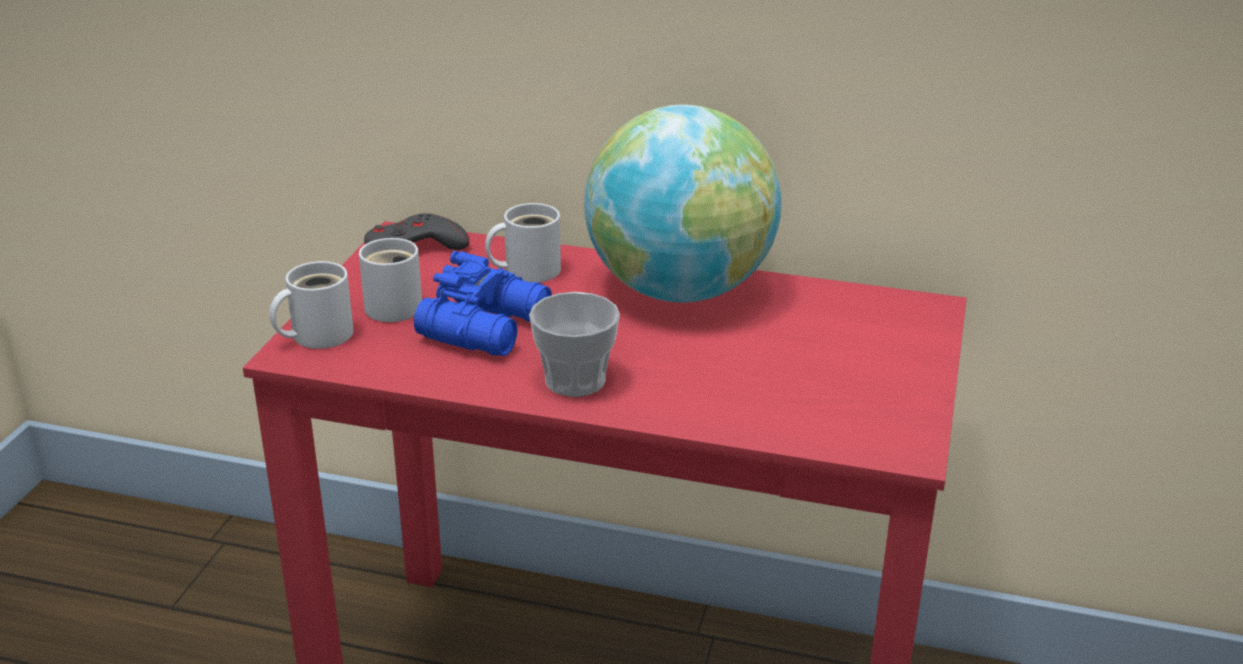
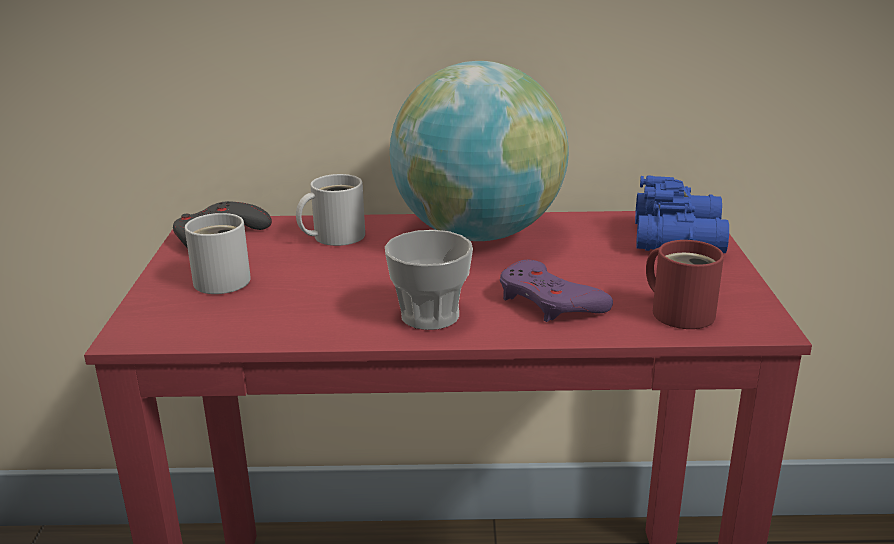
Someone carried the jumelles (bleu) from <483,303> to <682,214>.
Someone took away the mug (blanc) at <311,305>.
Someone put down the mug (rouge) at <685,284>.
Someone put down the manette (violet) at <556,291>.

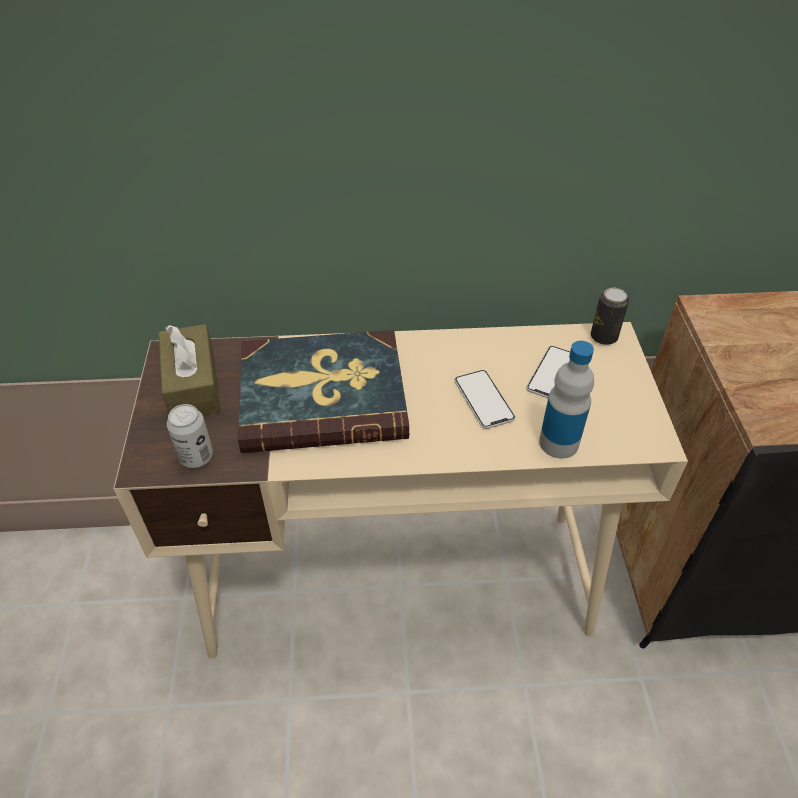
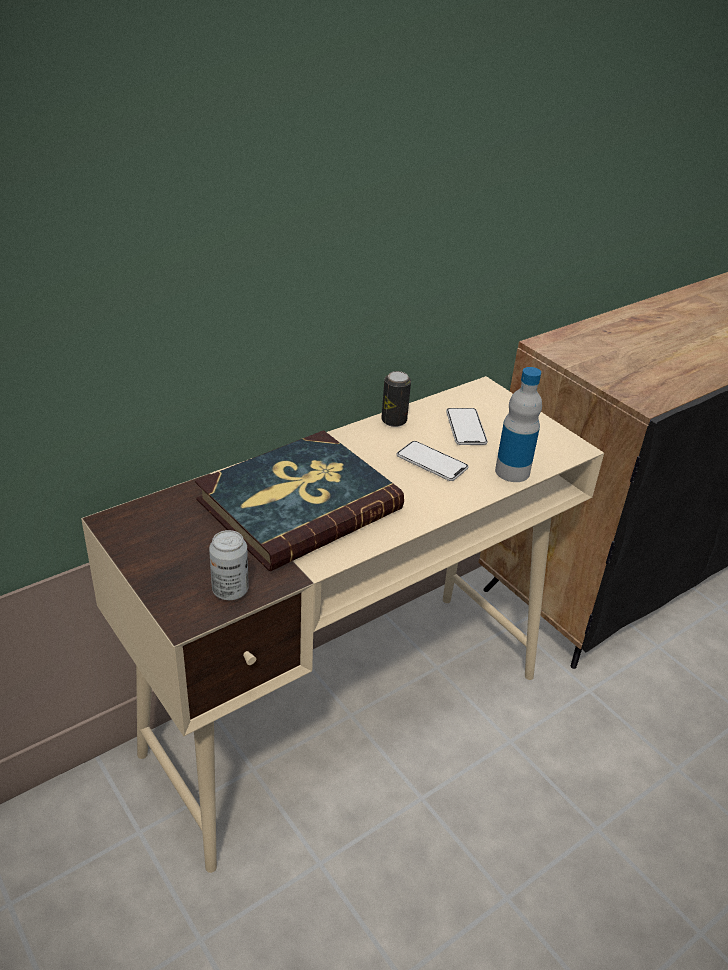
Someone carried the boîte métallique from <610,316> to <396,399>.
Someone took away the boîte à mouchoirs (marron) at <190,369>.

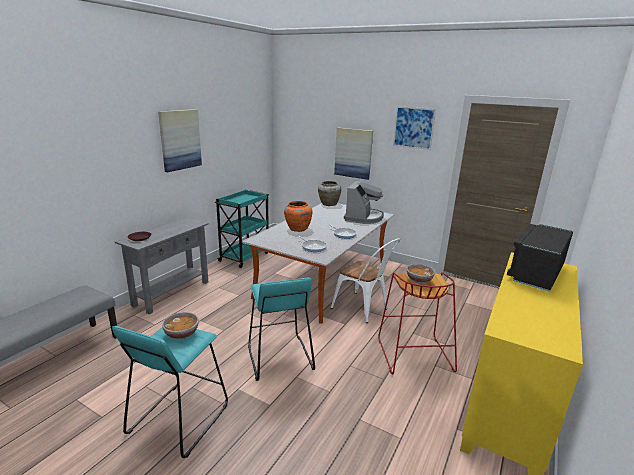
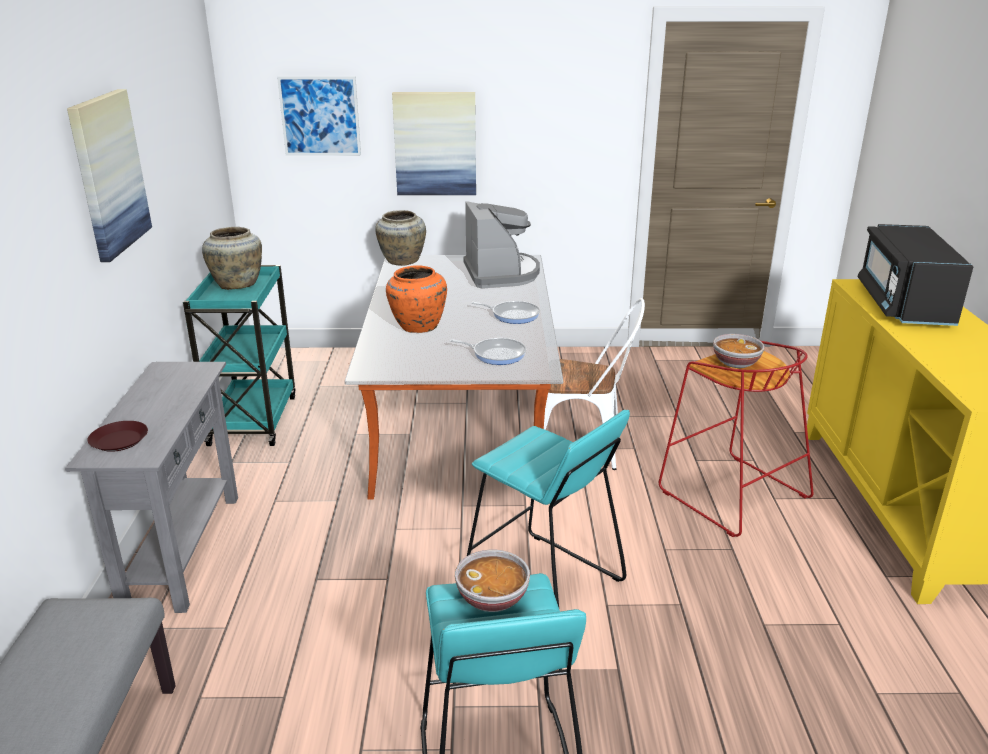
Someone carried the tableau from <414,128> to <319,116>.
Someone put down the vase (beige) at <232,258>.

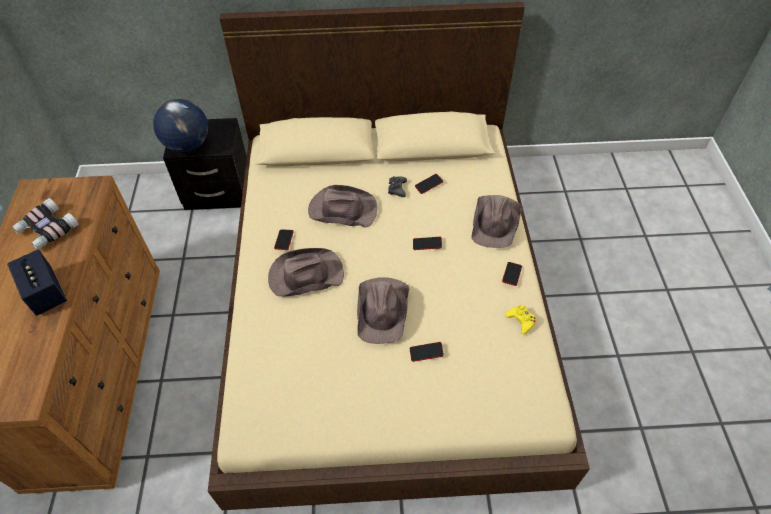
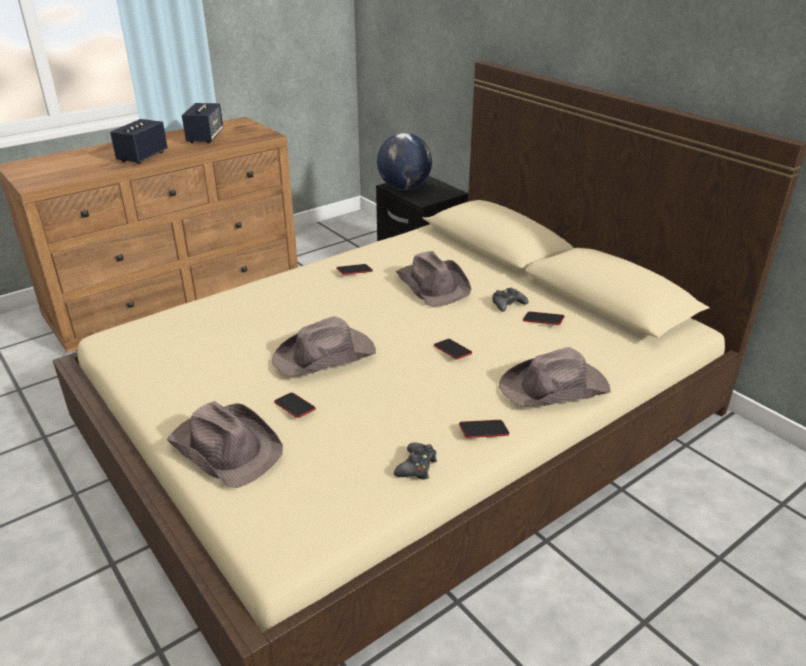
Someone swapped the jumelles at <45,224> for the enceinte at <202,123>.
Someone carried the chapeau (marron) from <306,272> to <225,444>.
Someone repainted the manette (jaune) at <520,320>, which became the manette (noir) at <415,461>.

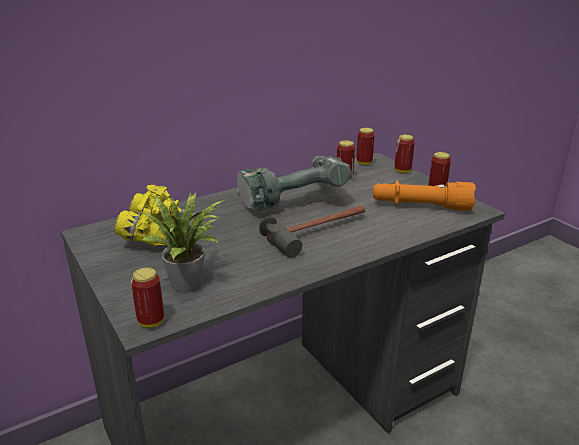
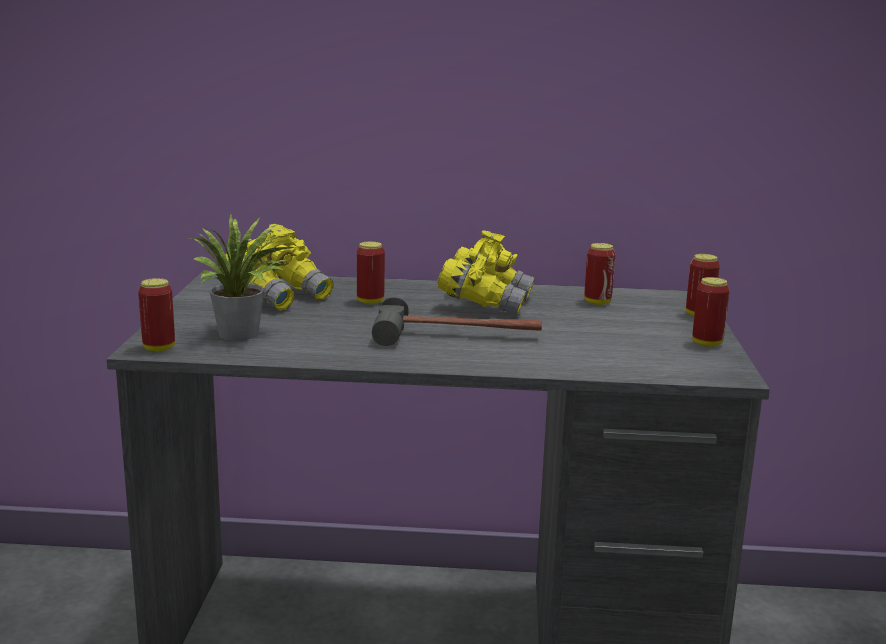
Someone carried the boîte métallique from <366,146> to <371,272>.
Someone swapped the perceuse at <293,183> for the jumelles (jaune) at <486,272>.
Someone took away the lampe de poche (orange) at <424,196>.

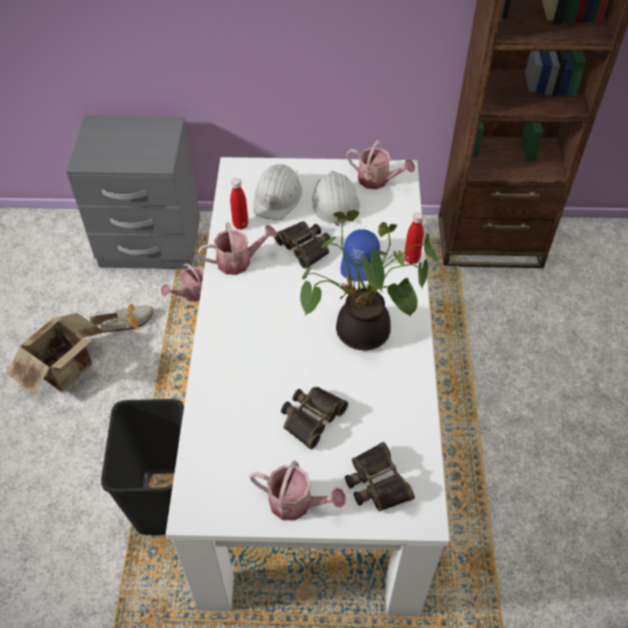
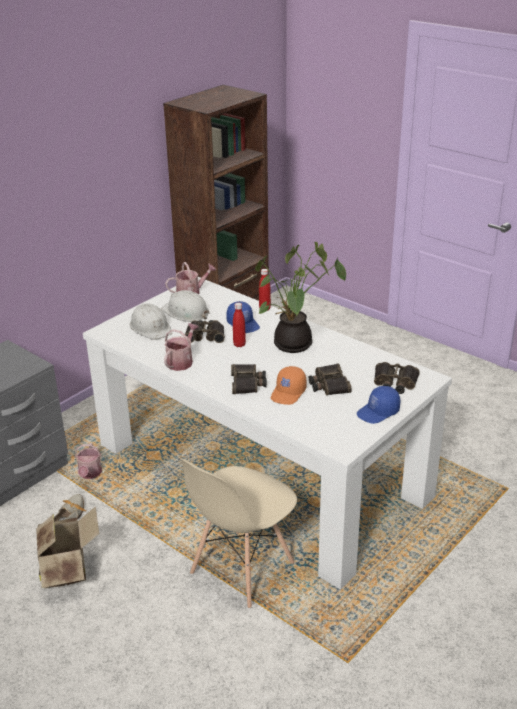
Someone carried the bouteille (rouge) from <239,204> to <239,325>.
Someone swapped the poubelle (noir) at <142,467> for the chaise (beige) at <239,534>.
Someone swapped the arrosoir at <297,491> for the casquette (bleu) at <378,405>.
Someone put down the jumelles at <249,379>.
Someone put down the casquette (orange) at <289,385>.

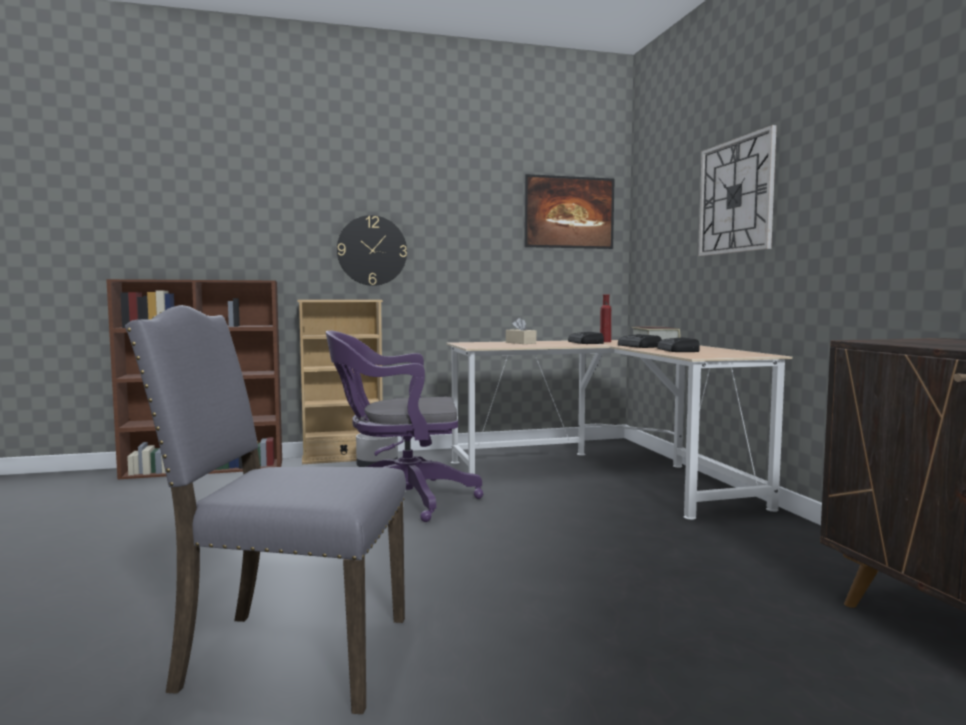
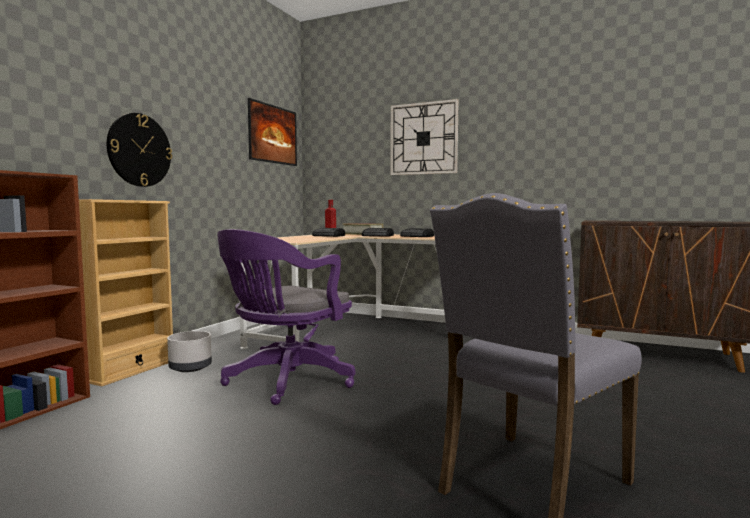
Someone took away the boîte à mouchoirs (beige) at <521,331>.

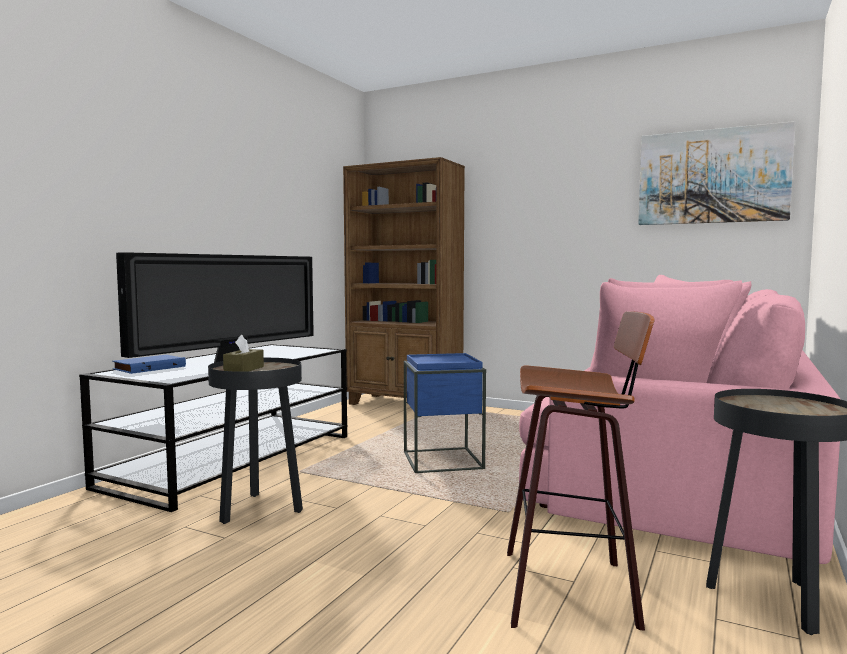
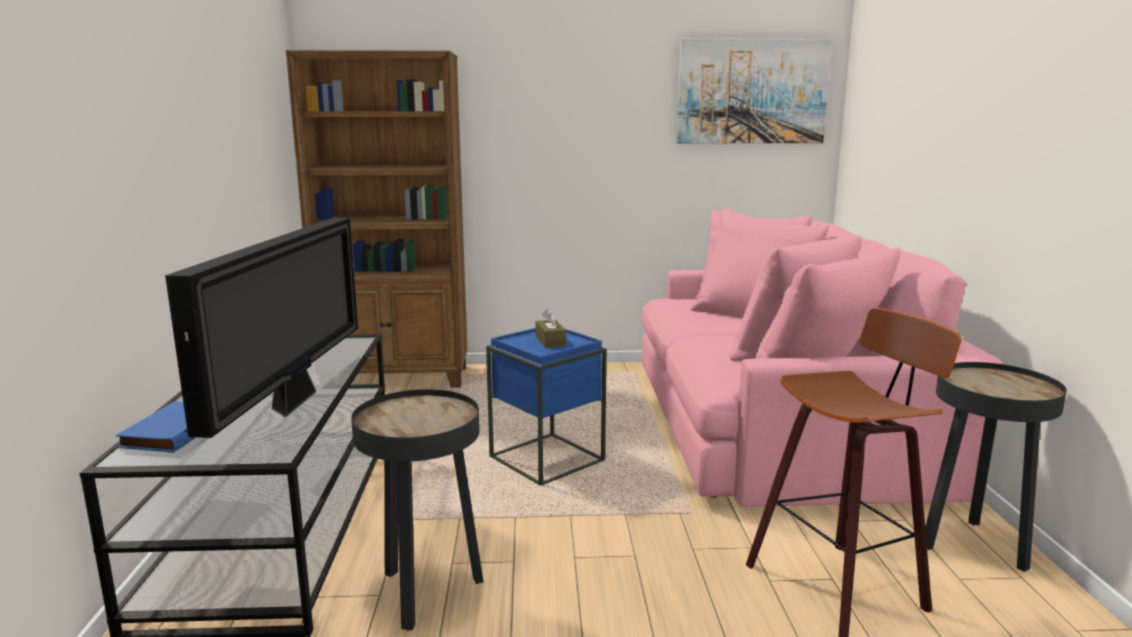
Someone carried the boîte à mouchoirs (marron) from <243,353> to <550,328>.

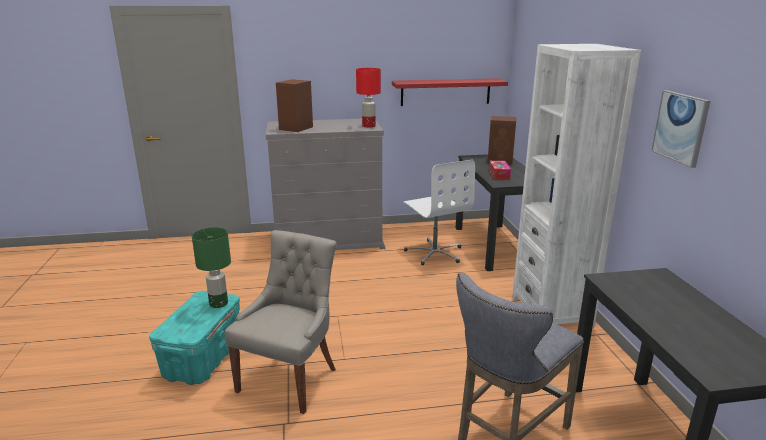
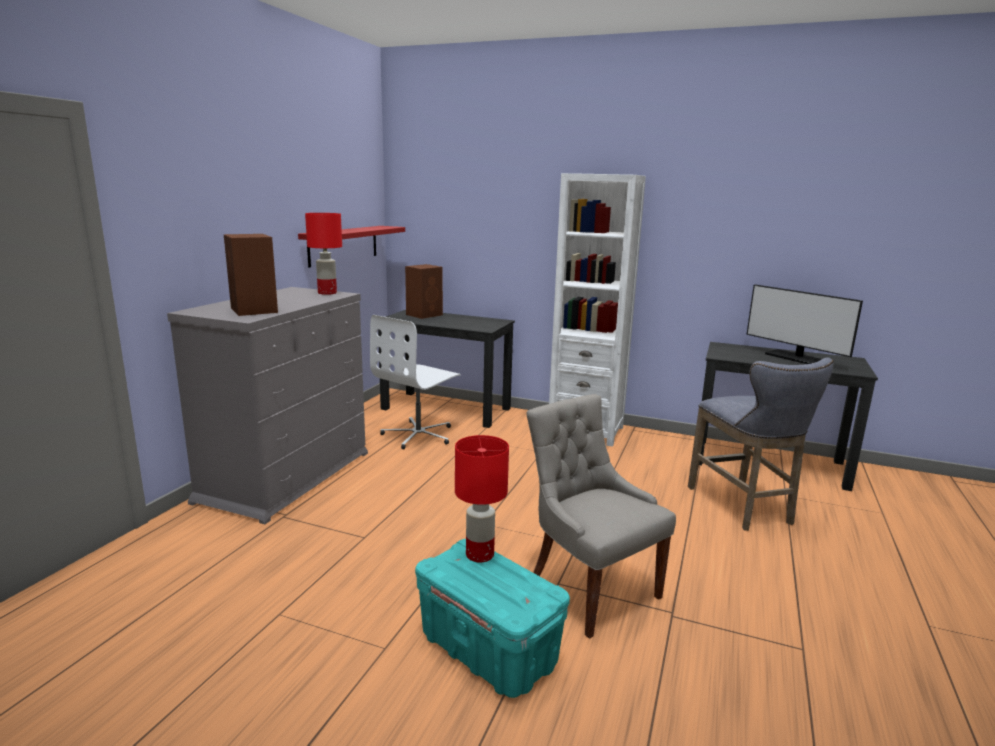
Someone took away the tableau at <680,129>.
Someone rotated the chaise de bureau (blanc) at <439,212> by 120 degrees clockwise.
Someone took away the boîte à mouchoirs at <500,170>.
Someone repainted the lampe de table (vert) at <211,267>, which became the lampe de table (rouge) at <482,499>.
Someone put down the écran d'ordinateur at <804,324>.

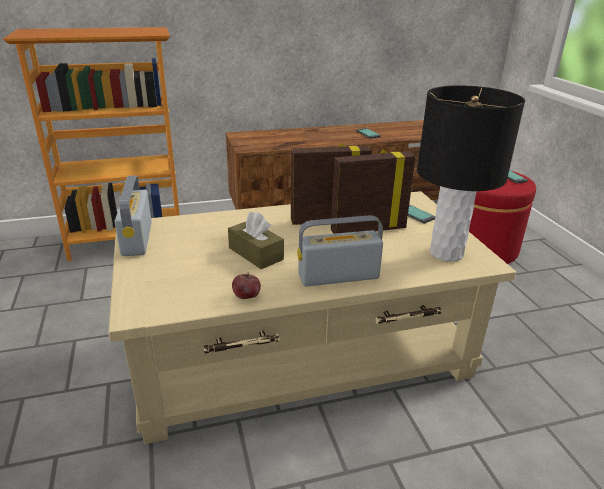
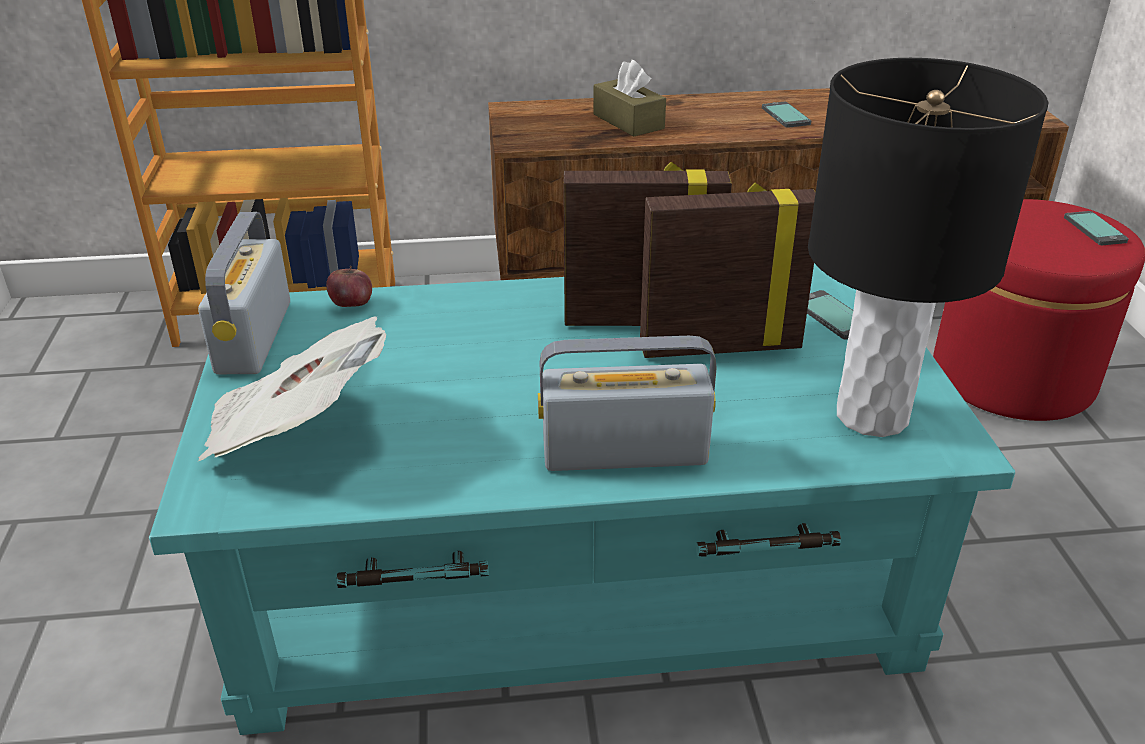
Someone repainted the table basse (beige) at <312,317>, which became the table basse (turquoise) at <582,499>.
Someone carried the boîte à mouchoirs (marron) from <256,240> to <629,98>.
Someone carried the pomme from <246,285> to <349,286>.
Someone put down the journal at <292,388>.

